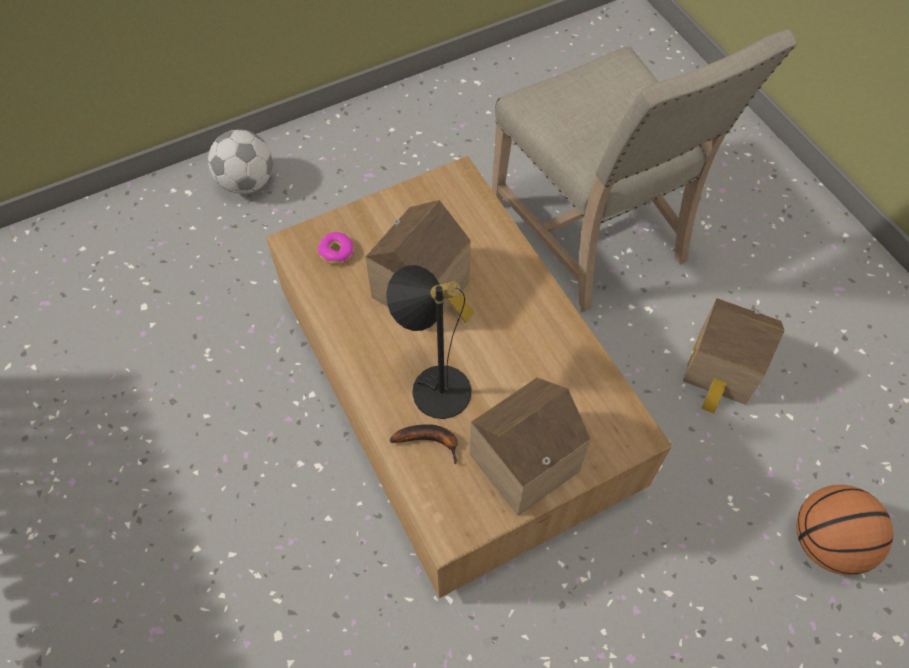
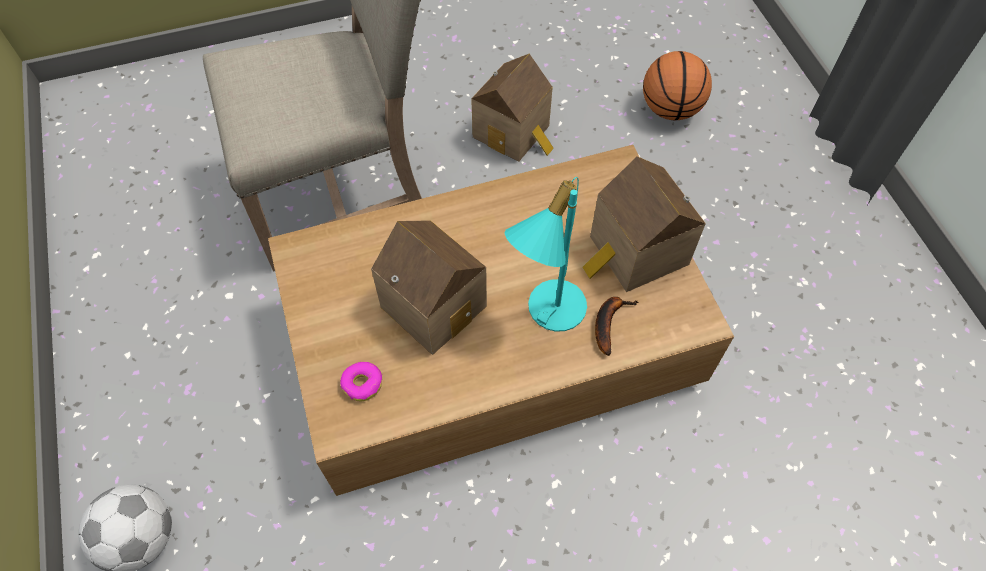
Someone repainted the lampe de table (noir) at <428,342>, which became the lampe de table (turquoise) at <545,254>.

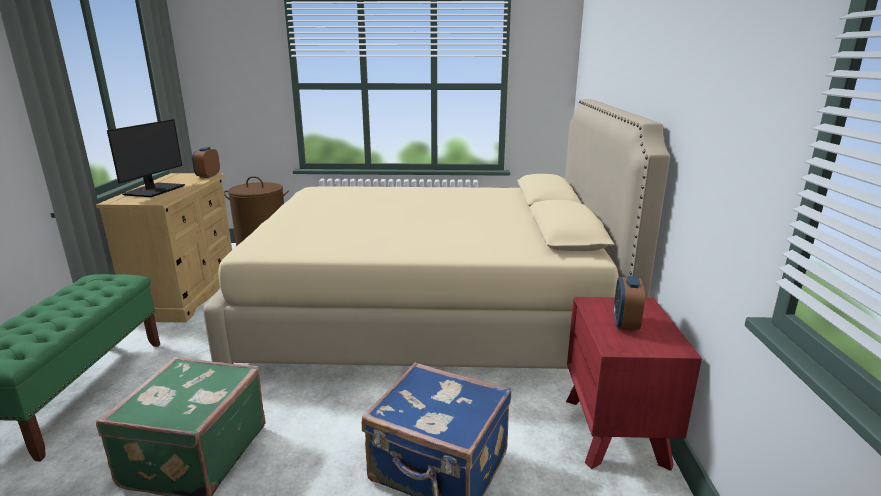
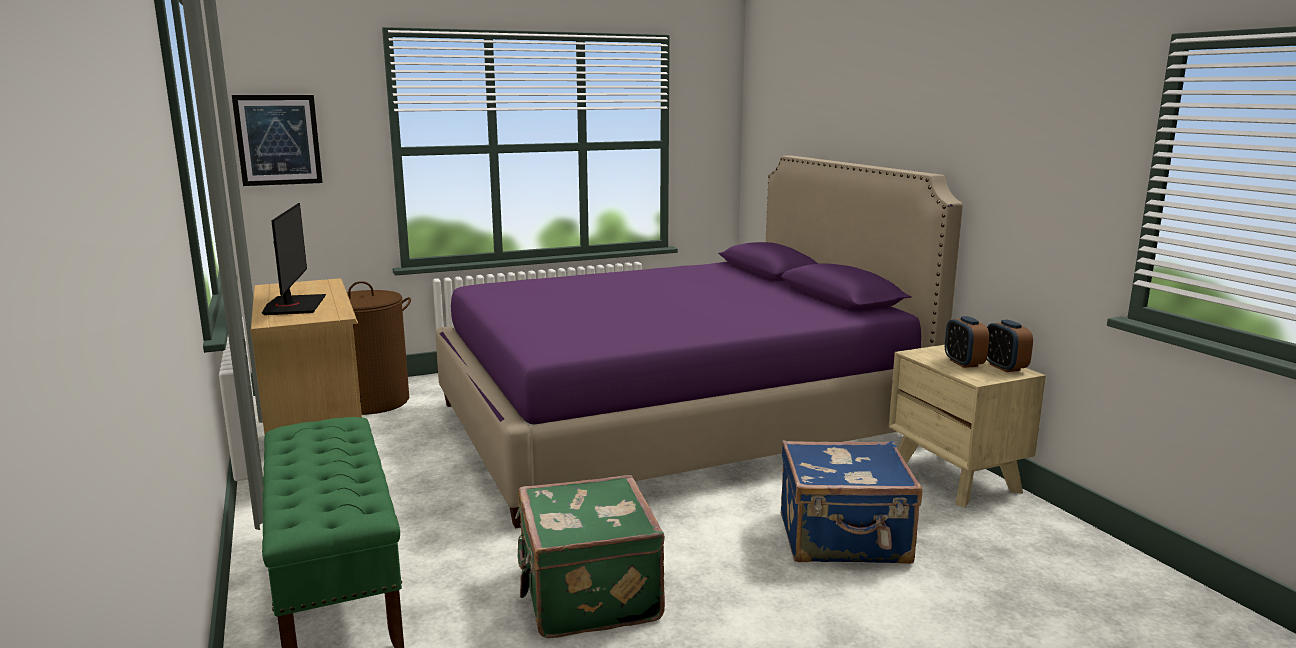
Someone repainted the lit (beige) at <436,234>, which became the lit (violet) at <699,342>.
Someone carried the réveil from <206,162> to <1009,346>.
Someone repainted the table de chevet (rouge) at <634,384>, which became the table de chevet (beige) at <967,426>.
Someone put up the tableau at <277,140>.

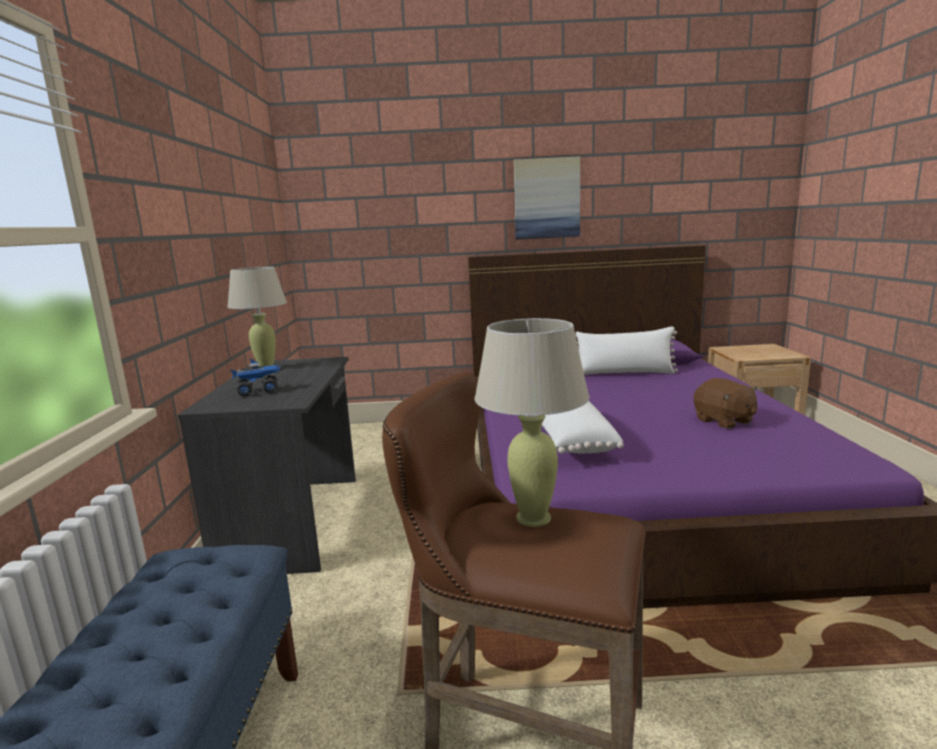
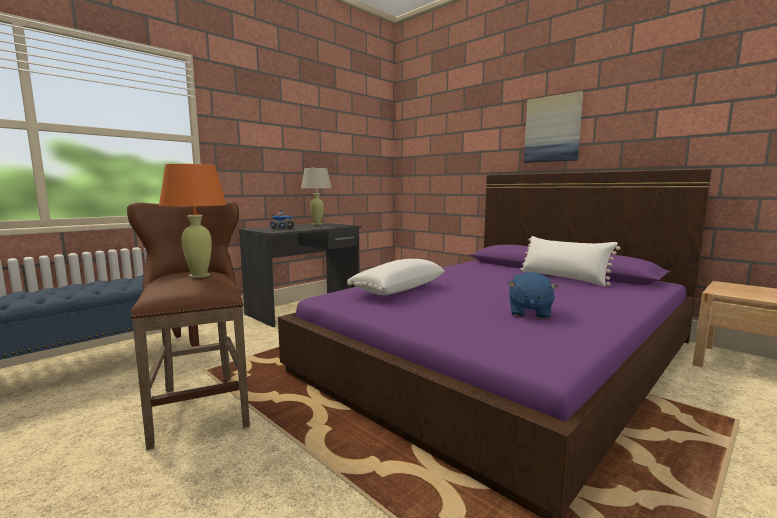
Someone repainted the lampe de table (beige) at <532,422>, which became the lampe de table (orange) at <193,221>.
Someone repainted the peluche (marron) at <725,403>, which became the peluche (bleu) at <532,295>.

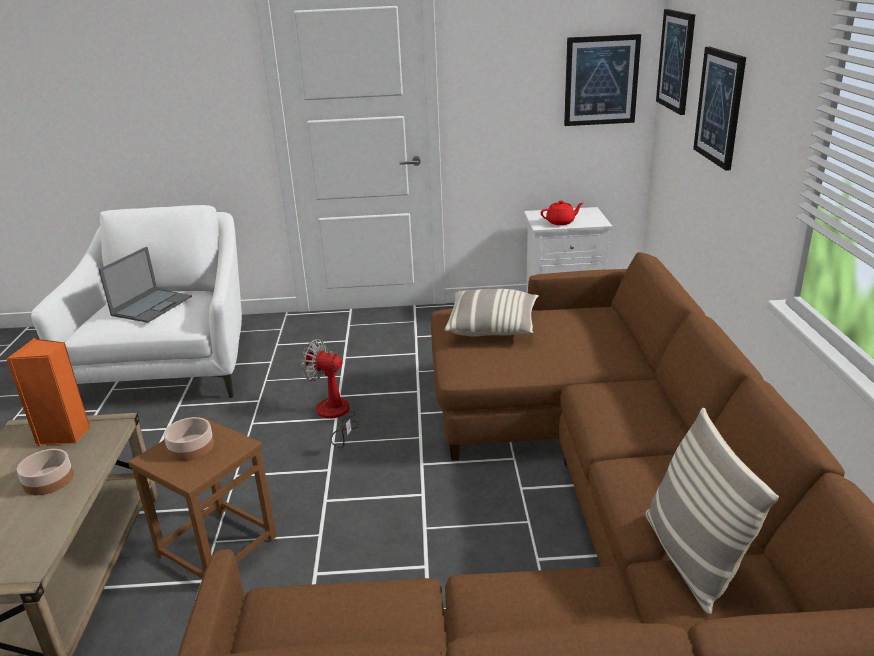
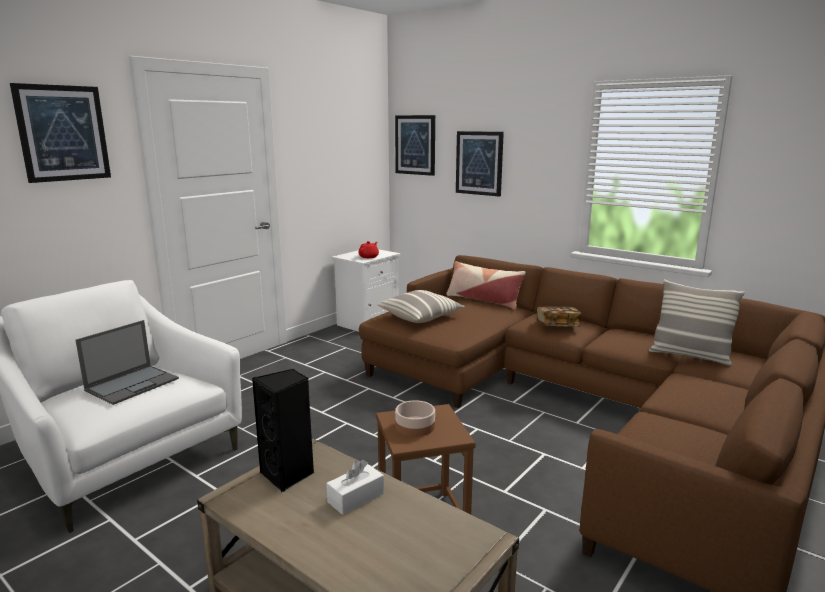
Someone carried the tableau from <602,80> to <60,133>.
Someone rotated the ordinateur portable at <145,285> by 60 degrees clockwise.
Someone repainted the enceinte (orange) at <48,392>, which became the enceinte (noir) at <283,430>.
Someone took away the ventilateur at <329,393>.
Someone swapped the bol at <45,472> for the boîte à mouchoirs (blanc) at <355,487>.
Someone put down the coussin at <486,285>.
Someone put down the livre at <559,317>.

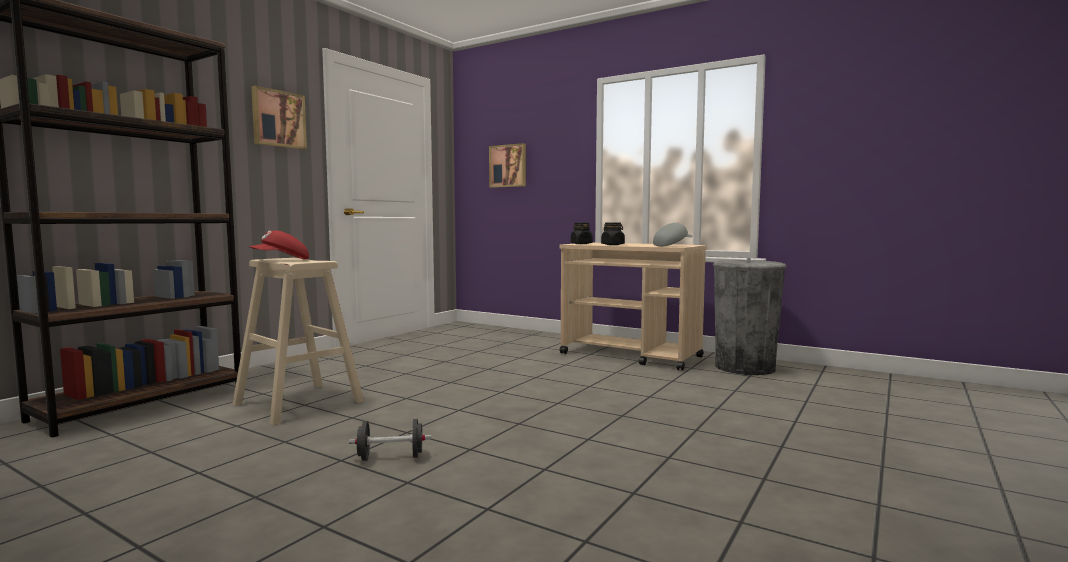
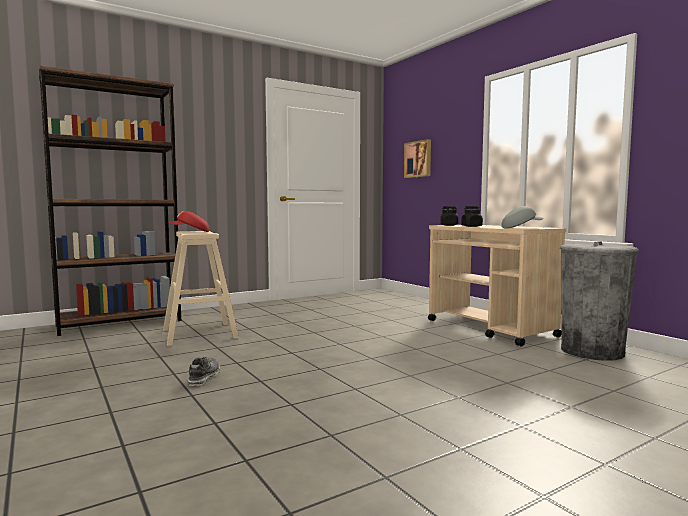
Someone took away the tableau at <279,117>.
Someone swapped the haltère (noir) at <390,440> for the chaussure at <204,371>.

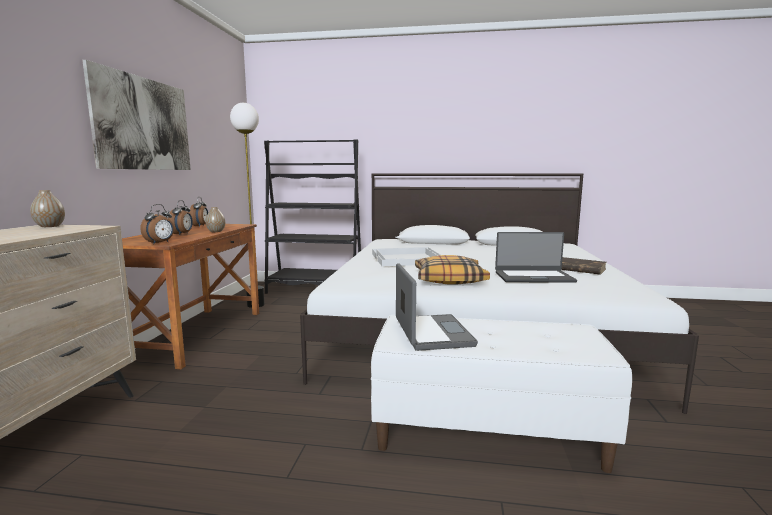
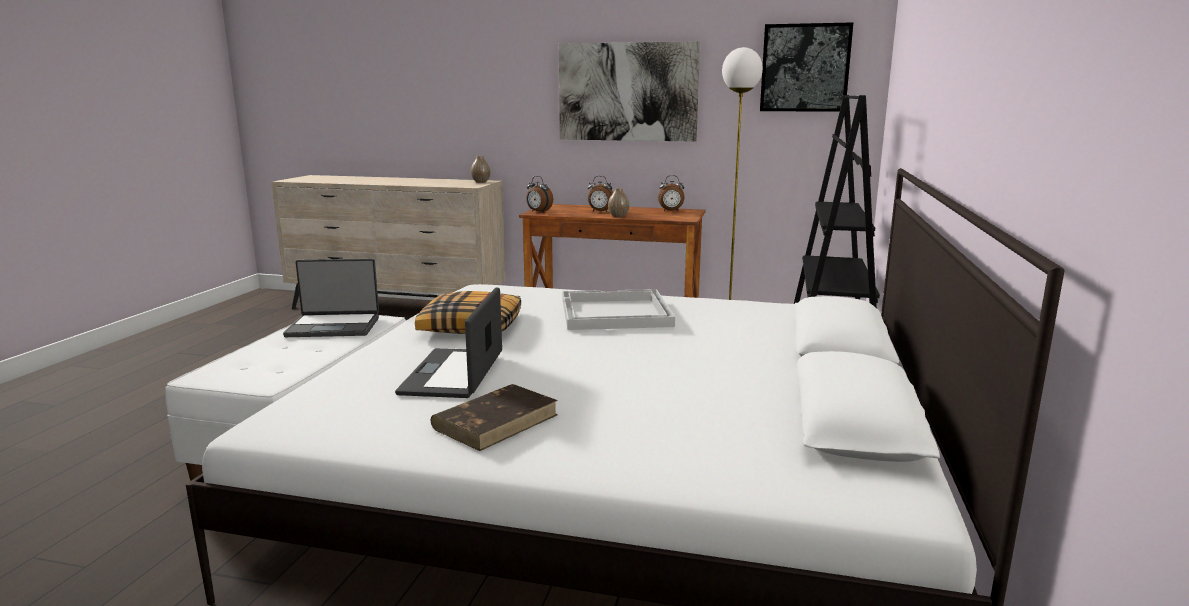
Someone put up the tableau at <807,67>.

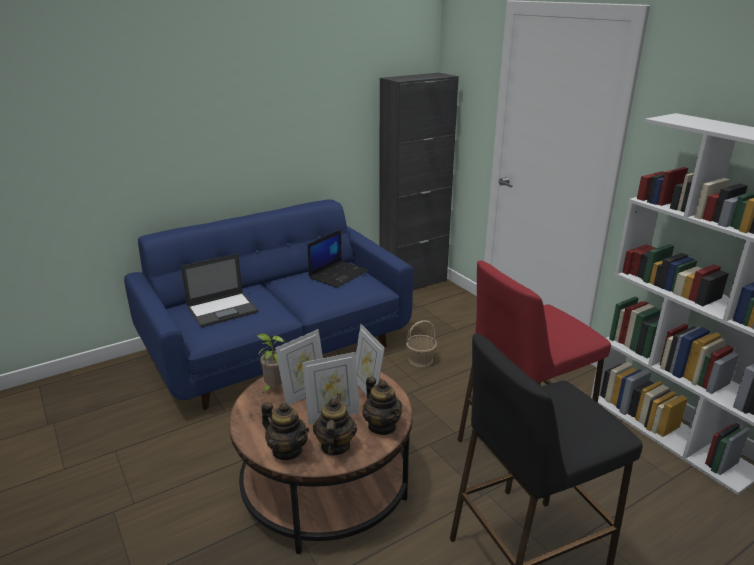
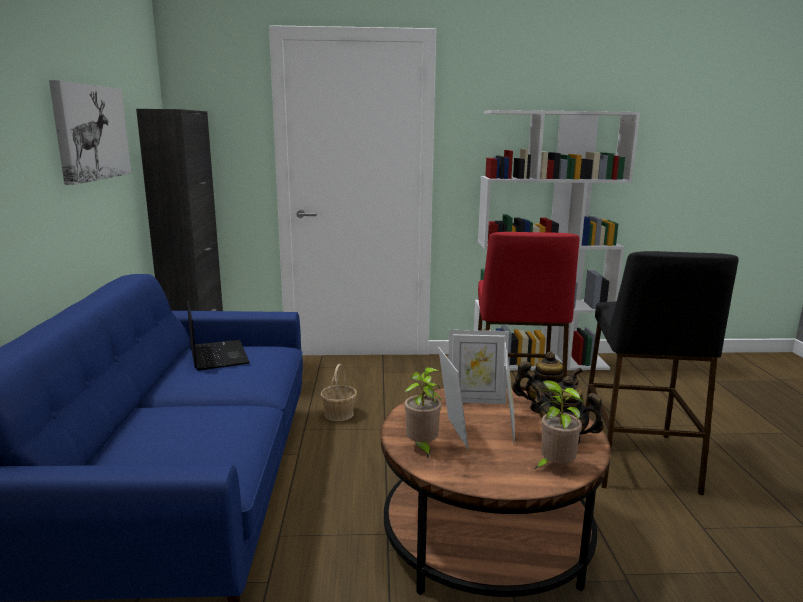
Someone took away the ordinateur portable at <219,291>.
Someone swapped the théière at <285,431> for the plante en pot at <558,425>.
Someone put up the tableau at <90,132>.

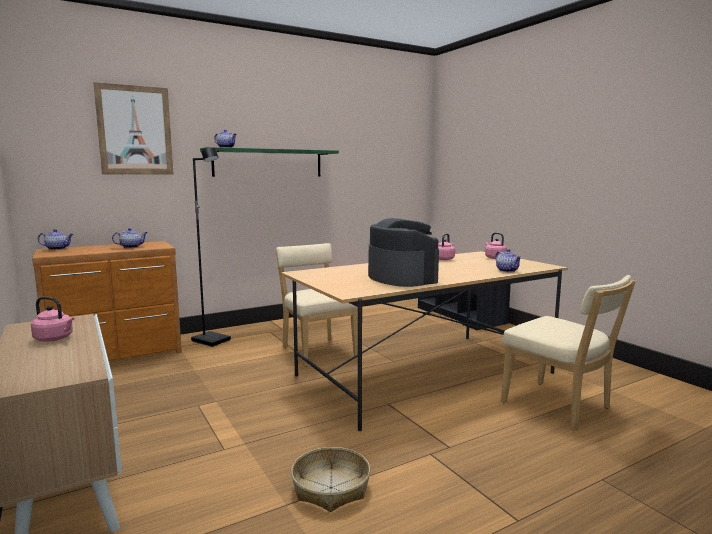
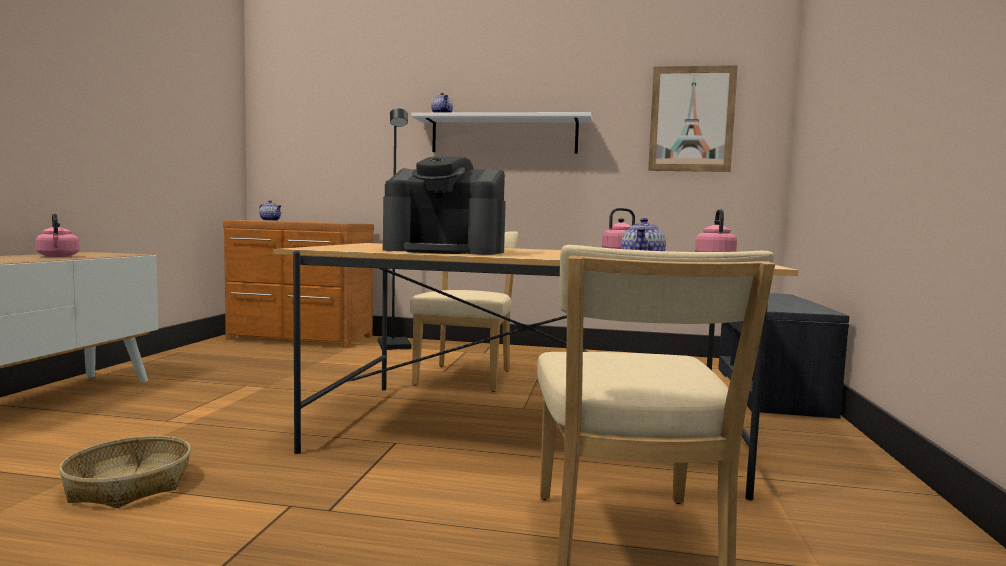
Someone carried the tableau from <133,128> to <693,118>.
Someone repainted the étagère (vert) at <269,162>, which became the étagère (blanc) at <501,133>.
Someone rotated the machine à café at <403,252> by 90 degrees clockwise.
Someone took away the théière at <130,238>.

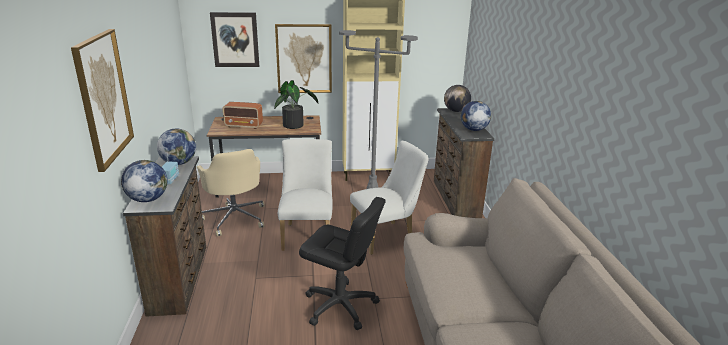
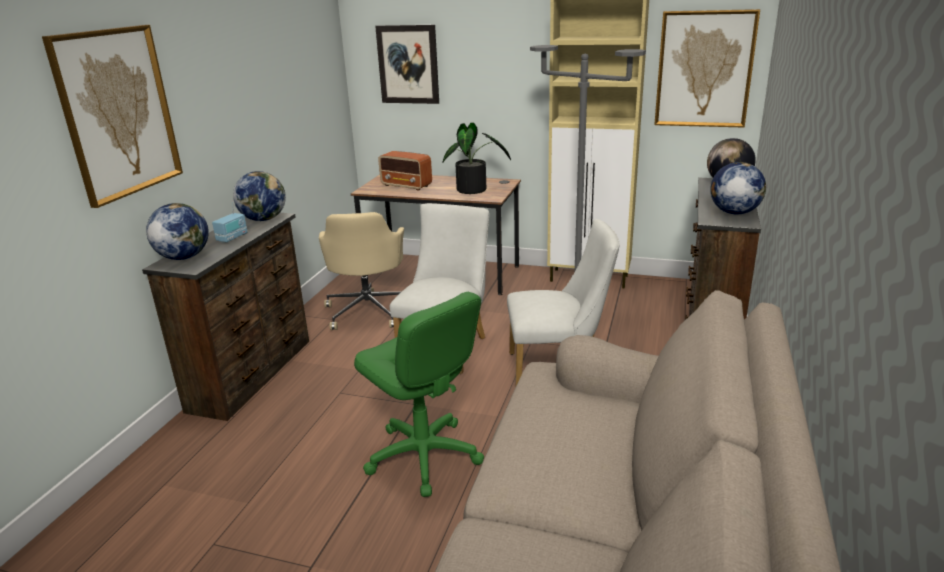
Someone carried the tableau from <303,58> to <707,68>.
Someone repainted the chaise de bureau (noir) at <342,263>, which became the chaise de bureau (vert) at <419,394>.

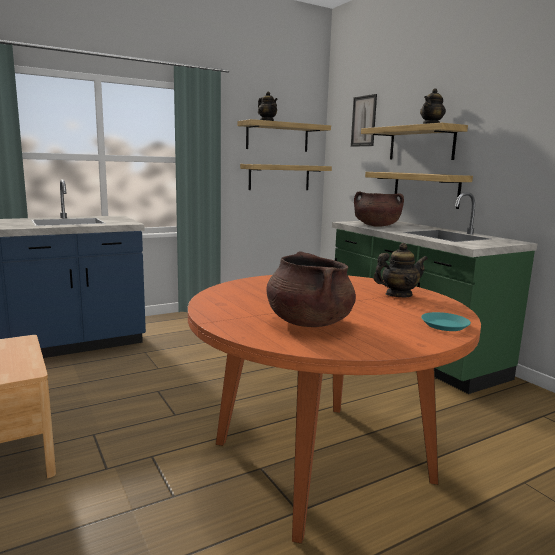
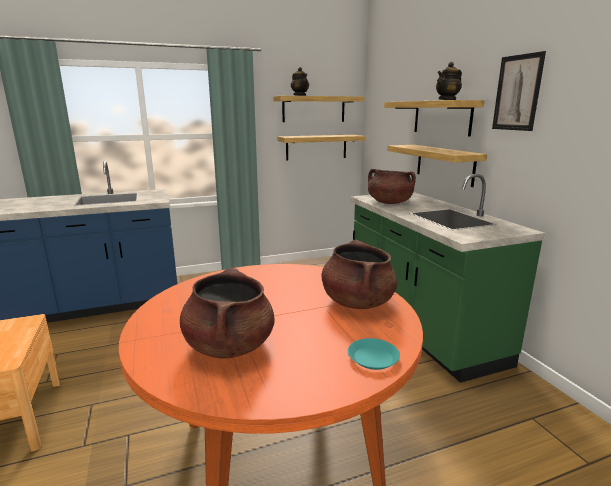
Someone carried the tableau from <364,120> to <519,91>.
Someone swapped the théière at <401,270> for the marmite (marron) at <359,274>.

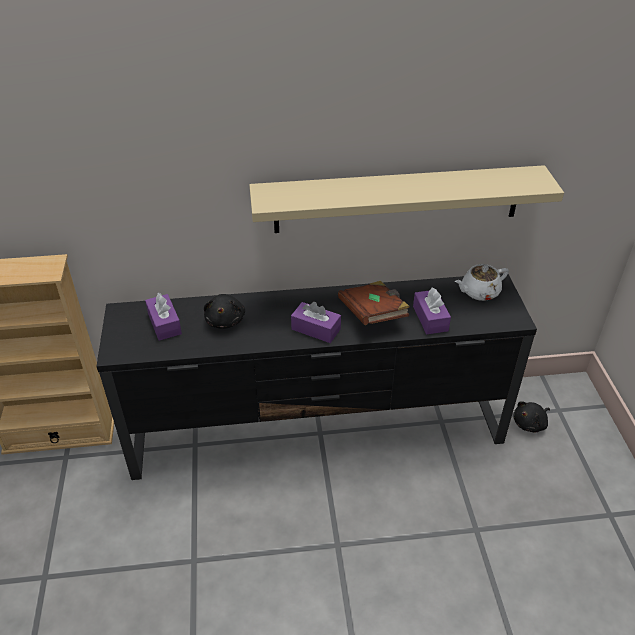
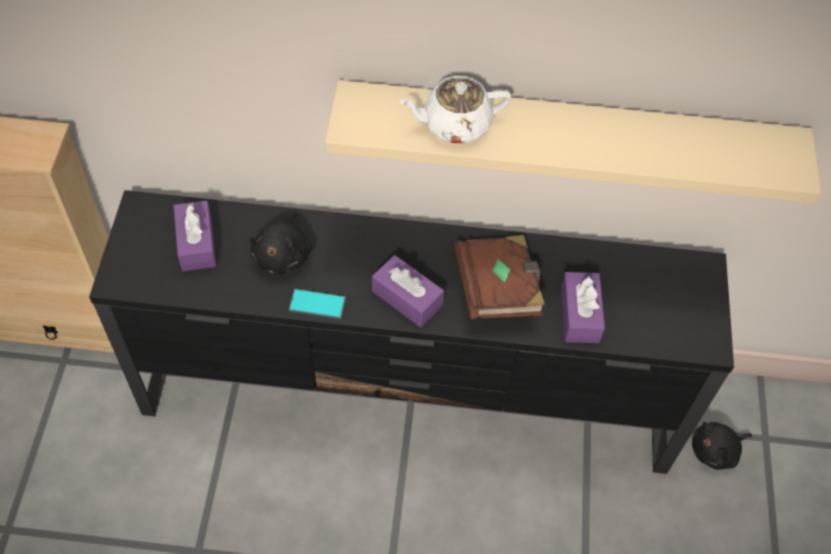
Someone carried the théière (blanc) from <482,282> to <456,109>.
Someone put down the téléphone at <317,304>.

